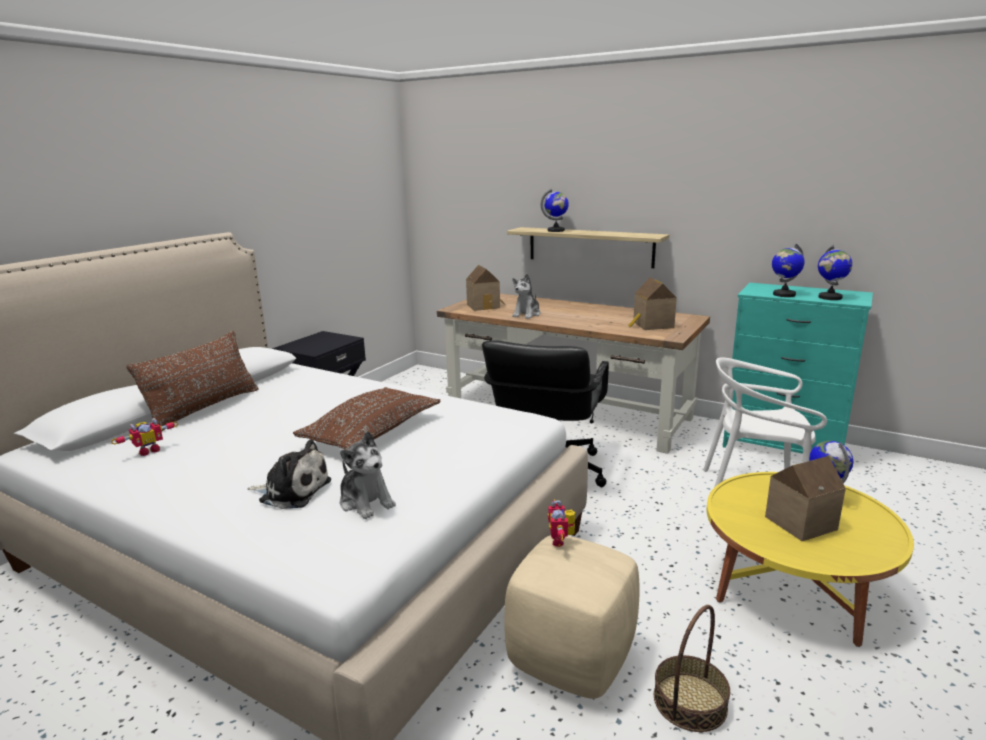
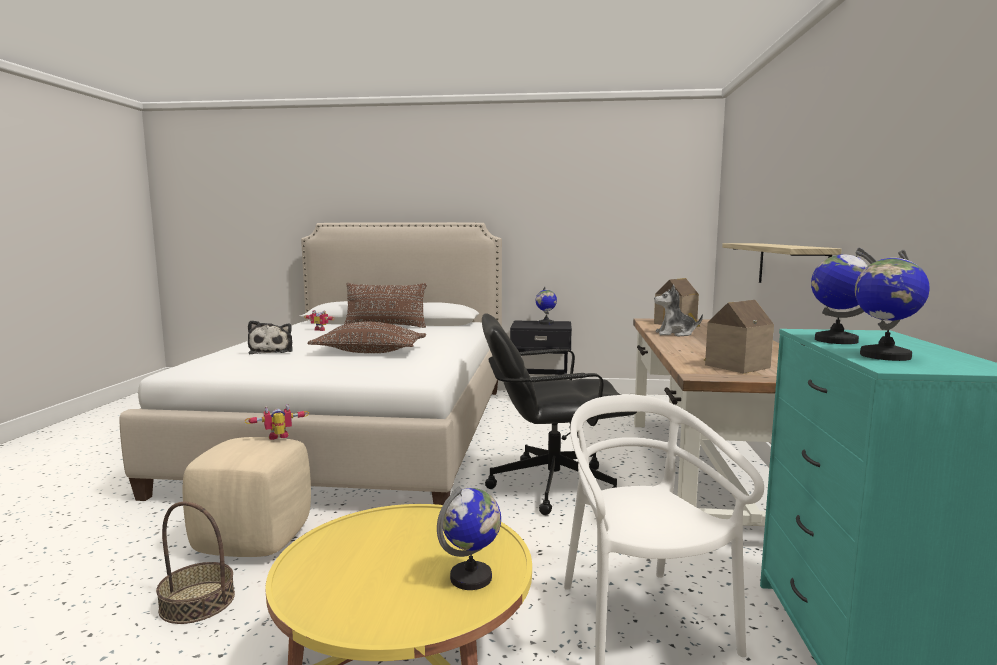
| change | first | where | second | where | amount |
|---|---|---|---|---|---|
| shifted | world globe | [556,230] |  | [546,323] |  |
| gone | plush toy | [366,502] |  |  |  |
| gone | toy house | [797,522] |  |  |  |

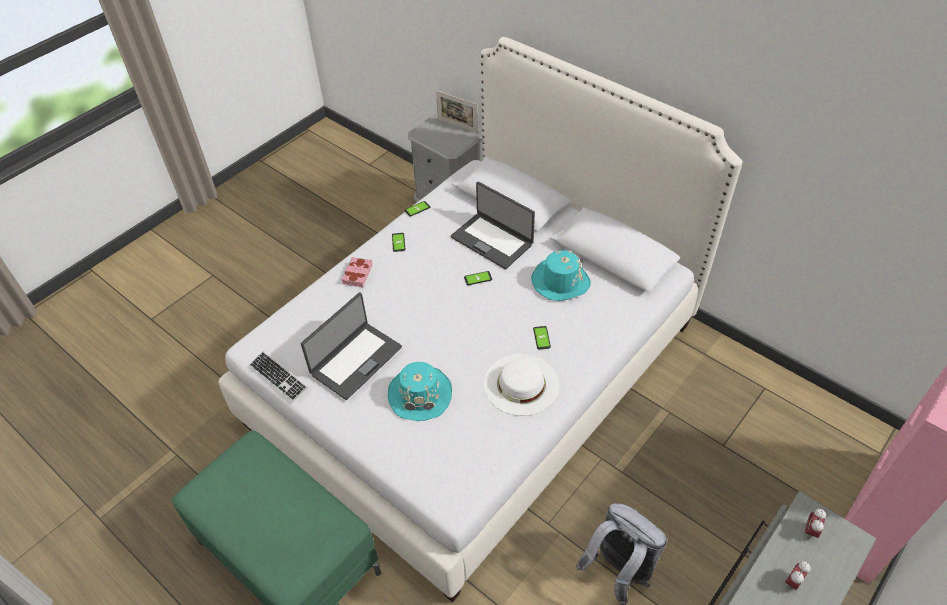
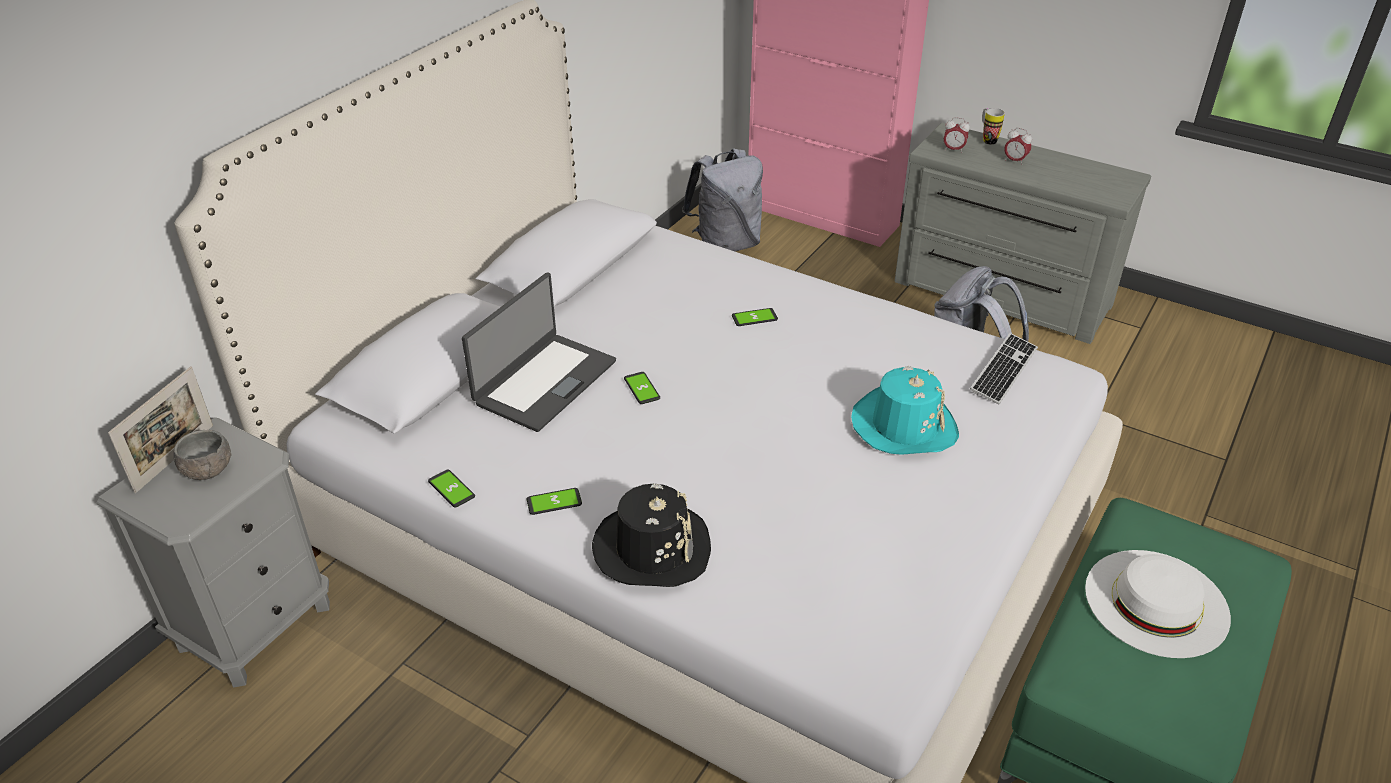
| change | first | where | second | where | amount |
|---|---|---|---|---|---|
| gone | blue-green clothing hat | [560,281] |  |  |  |
| swapped | pink bound book | [357,274] | black-coloured clothing hat | [652,548] |  |
| gone | portable computer | [355,360] |  |  |  |
| shifted | keyboard | [278,377] |  | [1004,370] |  |
| shifted | white-coloured clothing hat | [521,384] |  | [1156,602] |  |
| new |  |  | mug | [987,139] |  |
| new |  |  | greyish backpack | [725,245] |  |
| new |  |  | greyish bowl | [208,469] |  |

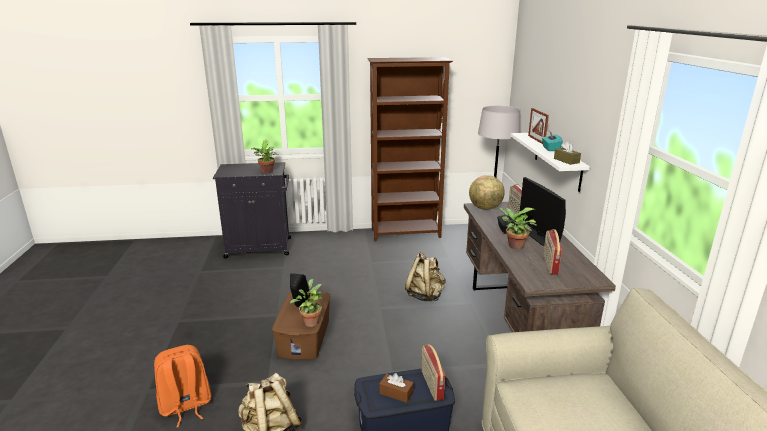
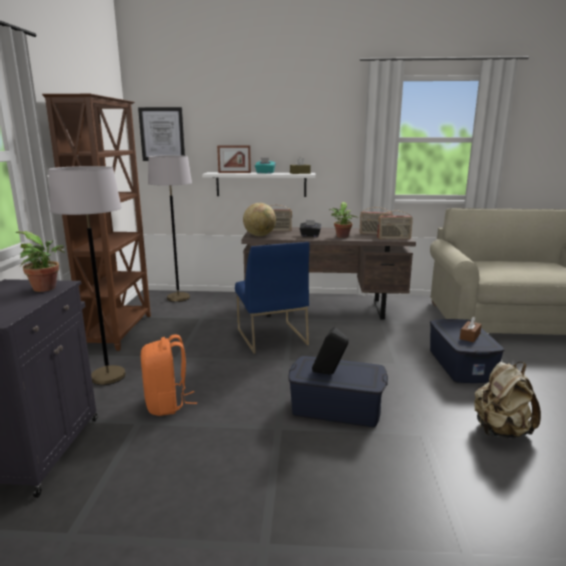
| change | first | where | second | where | amount |
|---|---|---|---|---|---|
| gone | computer screen | [539,236] |  |  |  |
| swapped | beige backpack | [425,295] | bluish plain chair | [271,336] |  |
| gone | plant in a pot | [310,321] |  |  |  |
| repainted | brownish storage box | [305,337] | bluish storage box | [336,407] |  |
| shifted | radio | [431,385] |  | [394,238] |  |
| shifted | orangey backpack | [185,406] |  | [167,404] |  |
| new |  |  | wall art | [162,134] |  |
| new |  |  | greyish standard lamp | [108,376] |  |

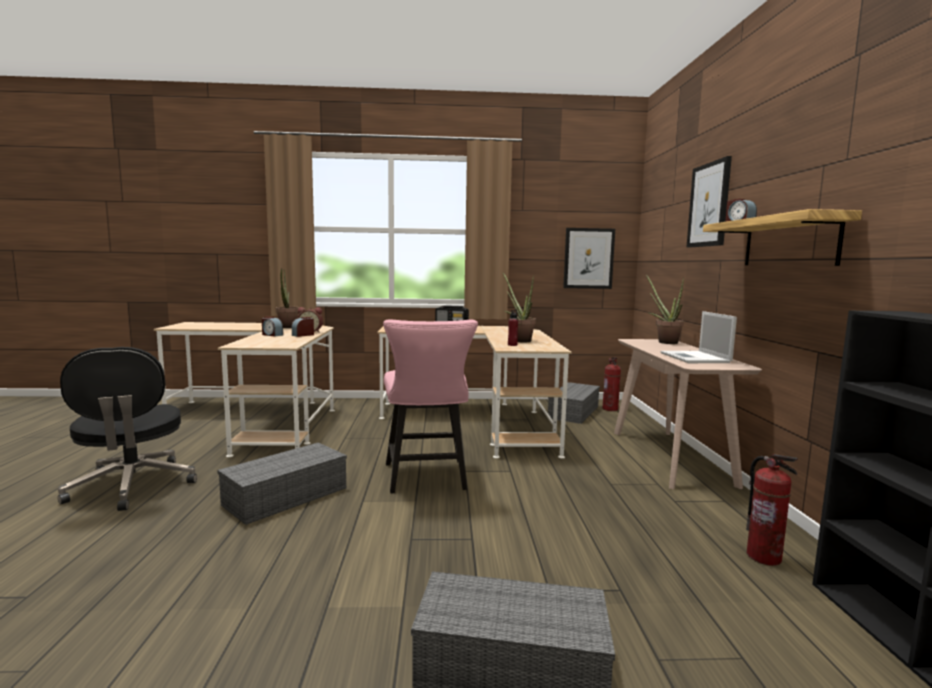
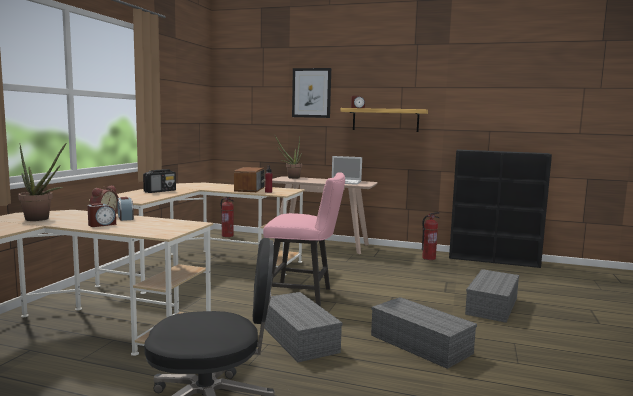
| change | first | where | second | where | amount |
|---|---|---|---|---|---|
| gone | wall art | [588,258] |  |  |  |
| swapped | plant in a pot | [519,340] | radio | [250,189] |  |
| shifted | greyish storage box | [573,412] |  | [418,344] |  |

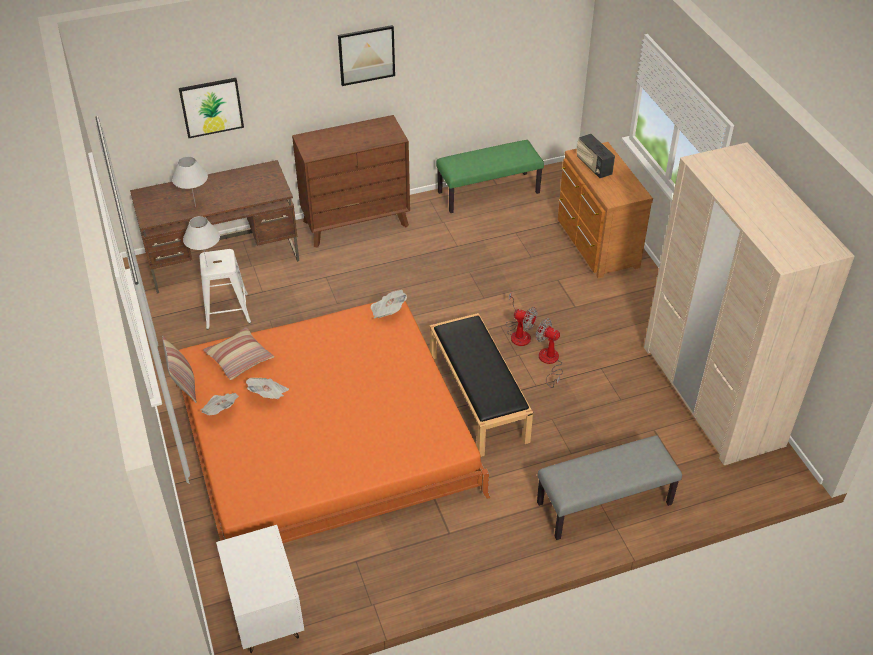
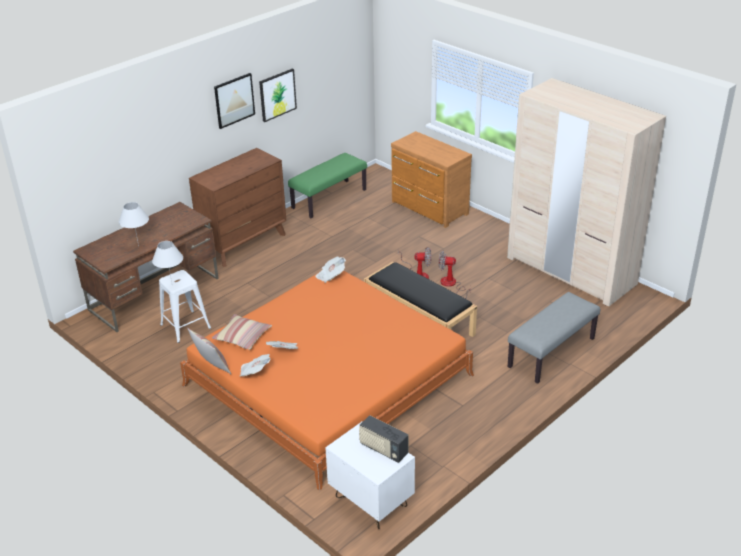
| change | first | where | second | where | amount |
|---|---|---|---|---|---|
| shifted | wall art | [211,107] |  | [277,94] |  |
| shifted | radio | [593,166] |  | [383,449] |  |

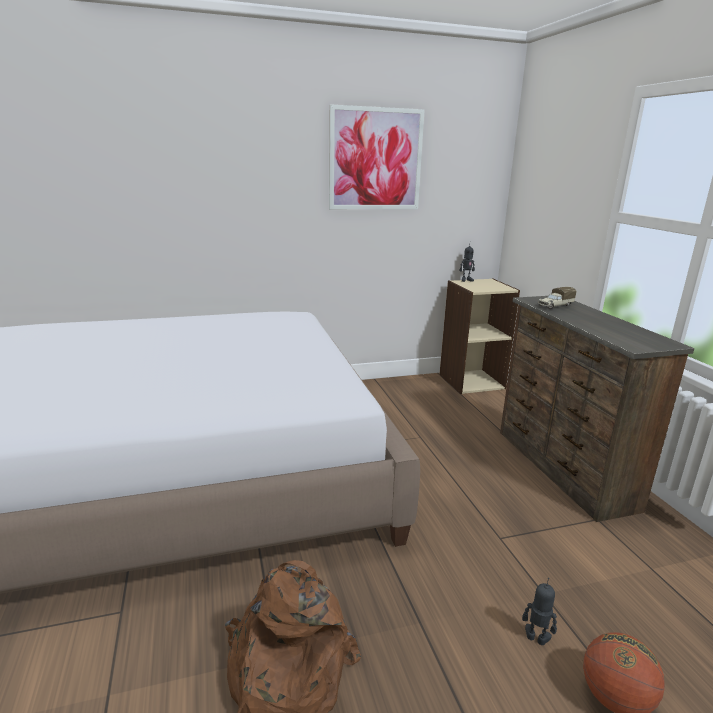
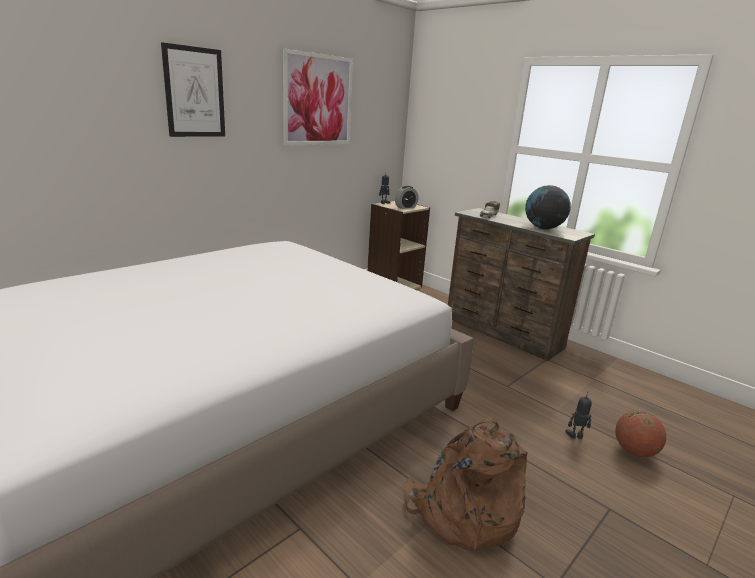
| change | first | where | second | where | amount |
|---|---|---|---|---|---|
| new |  |  | wall art | [194,92] |  |
| new |  |  | world globe | [543,228] |  |
| new |  |  | bedside clock | [405,207] |  |

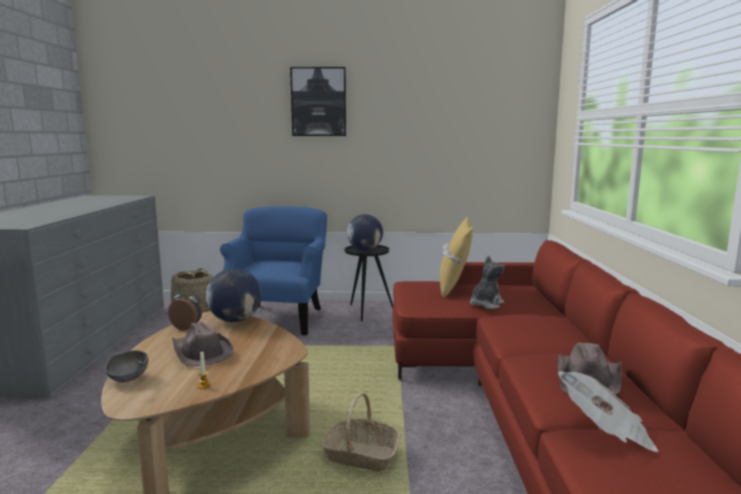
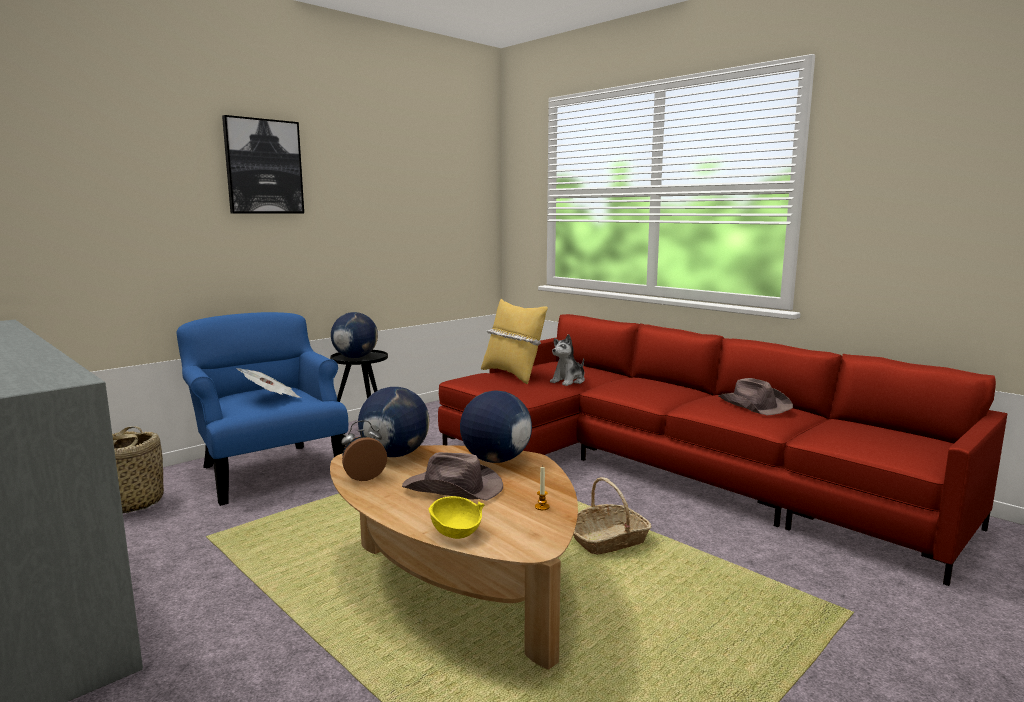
| change | first | where | second | where | amount |
|---|---|---|---|---|---|
| rotated | plush toy | [485,304] |  | [568,381] | 135 degrees counterclockwise |
| repainted | greyish bowl | [128,379] | yellow bowl | [456,534] |  |
| shifted | newspaper | [605,432] |  | [271,398] |  |
| new |  |  | world globe | [495,460] |  |

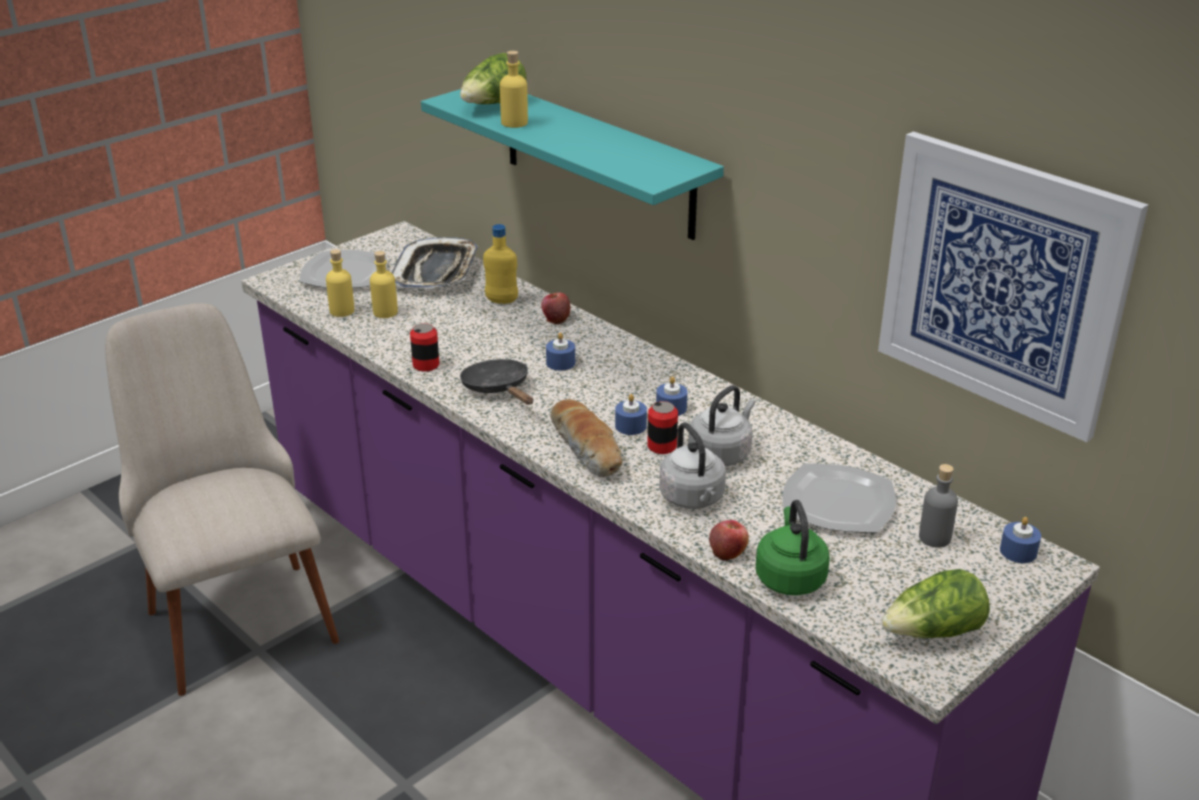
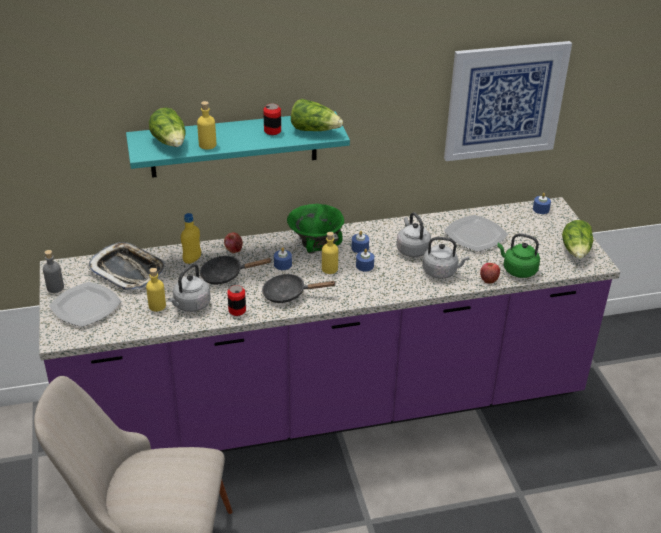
| change | first | where | second | where | amount |
|---|---|---|---|---|---|
| shifted | yellow beverage bottle | [342,311] |  | [329,269] |  |
| gone | baked bread | [588,449] |  |  |  |
| shifted | sealed can | [662,446] |  | [272,131] |  |
| shifted | greyish beverage bottle | [934,537] |  | [55,288] |  |
| new |  |  | head of lettuce | [314,130] |  |
| new |  |  | green-coloured bowl | [316,243] |  |
| new |  |  | black-coloured pan | [226,275] |  |
| new |  |  | greyish water kettle | [190,305] |  |

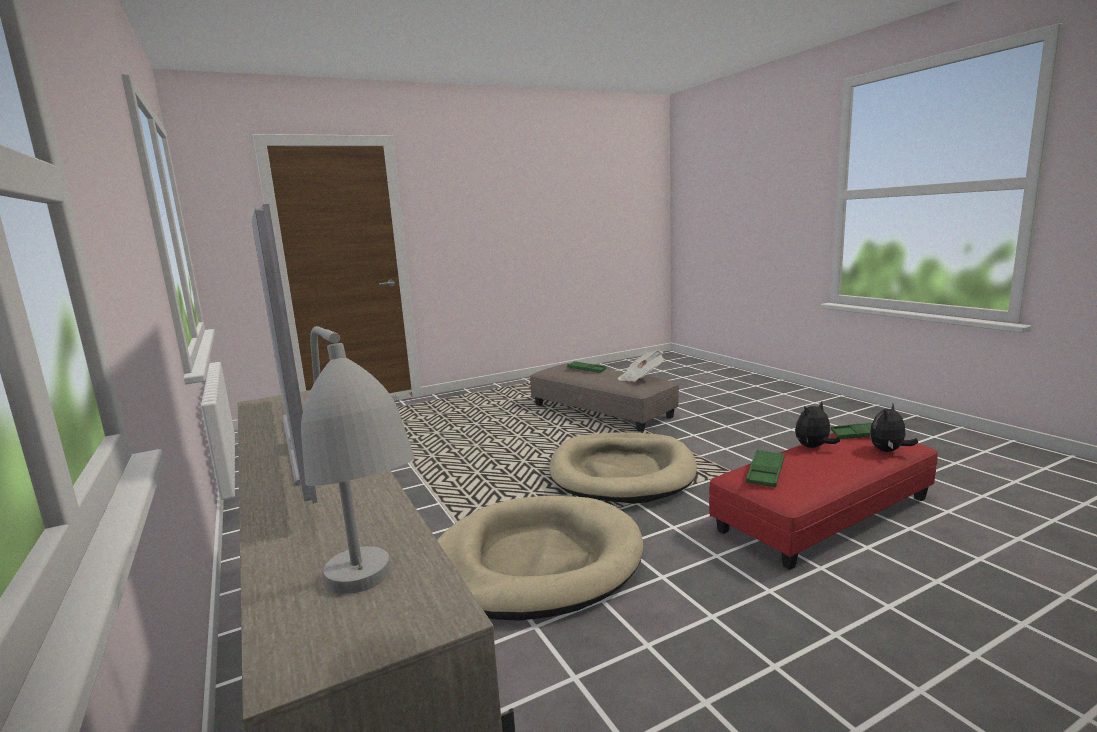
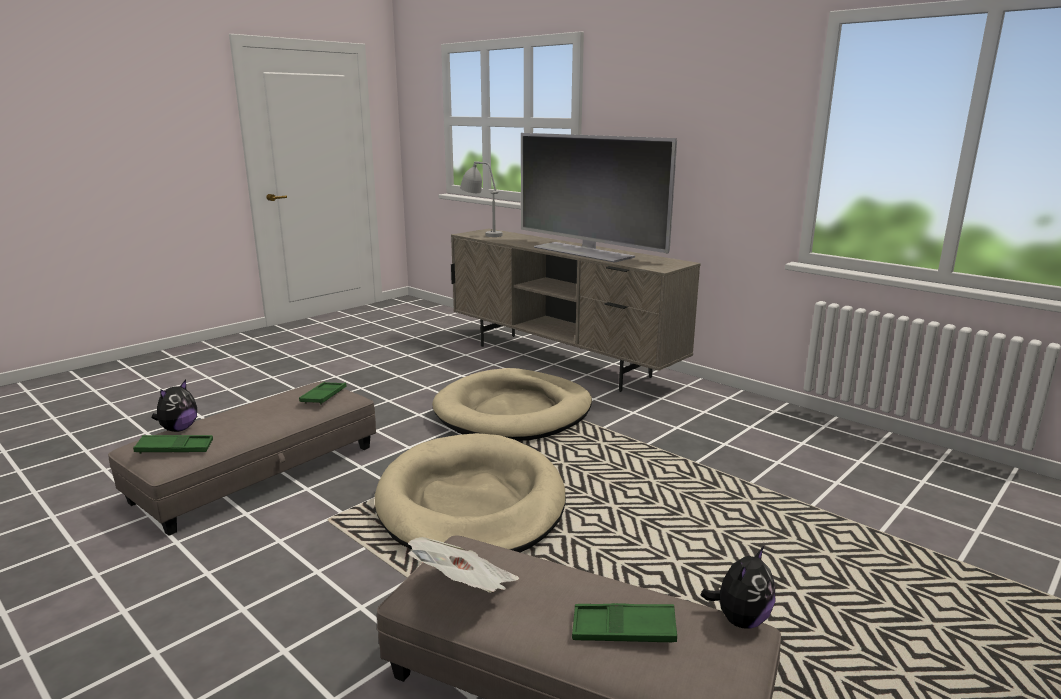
| change | first | where | second | where | amount |
|---|---|---|---|---|---|
| shifted | plush toy | [813,447] |  | [740,619] |  |
| repainted | red ottoman | [824,514] | greyish ottoman | [258,473] |  |

